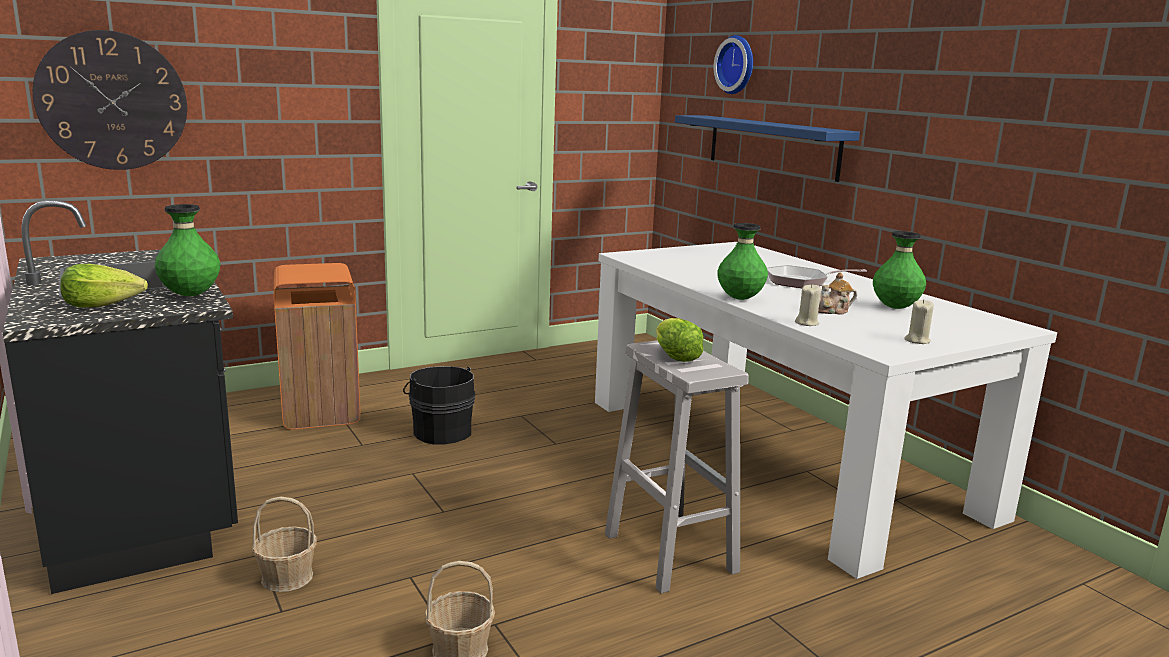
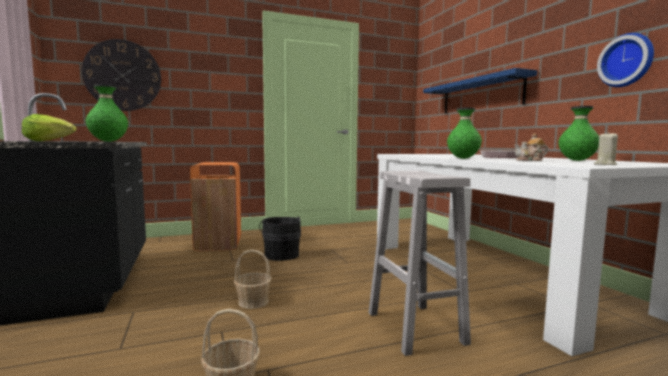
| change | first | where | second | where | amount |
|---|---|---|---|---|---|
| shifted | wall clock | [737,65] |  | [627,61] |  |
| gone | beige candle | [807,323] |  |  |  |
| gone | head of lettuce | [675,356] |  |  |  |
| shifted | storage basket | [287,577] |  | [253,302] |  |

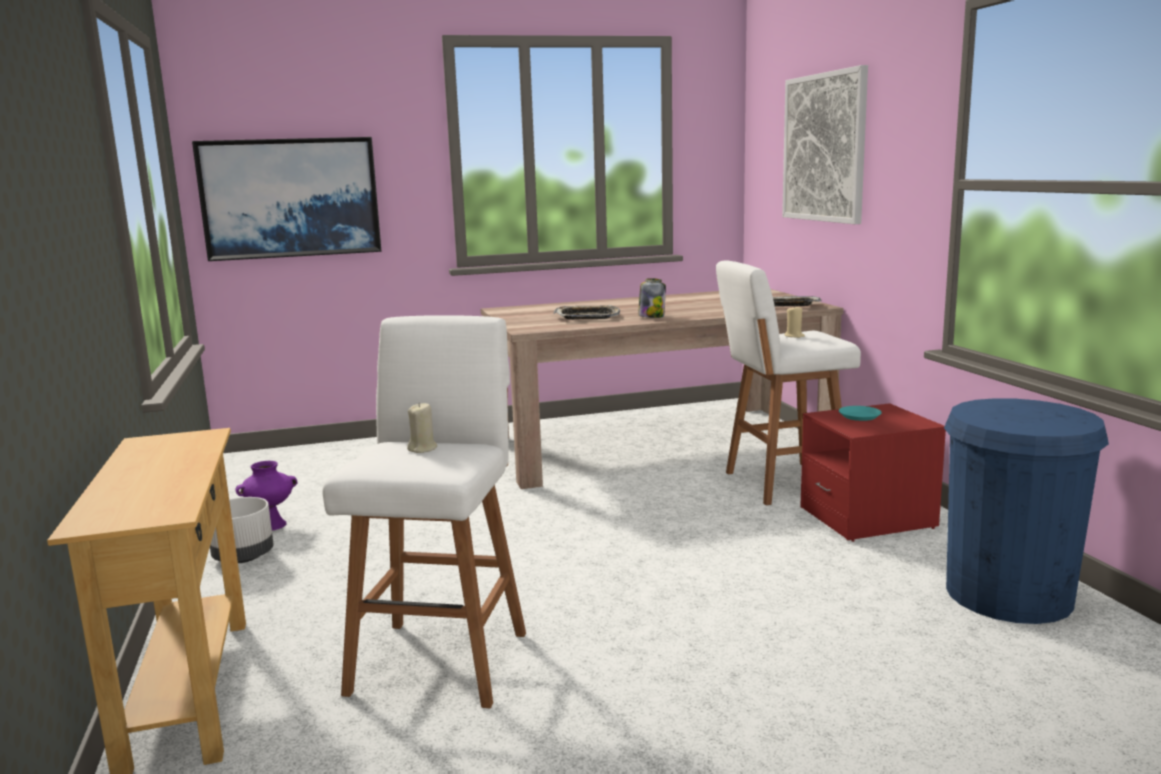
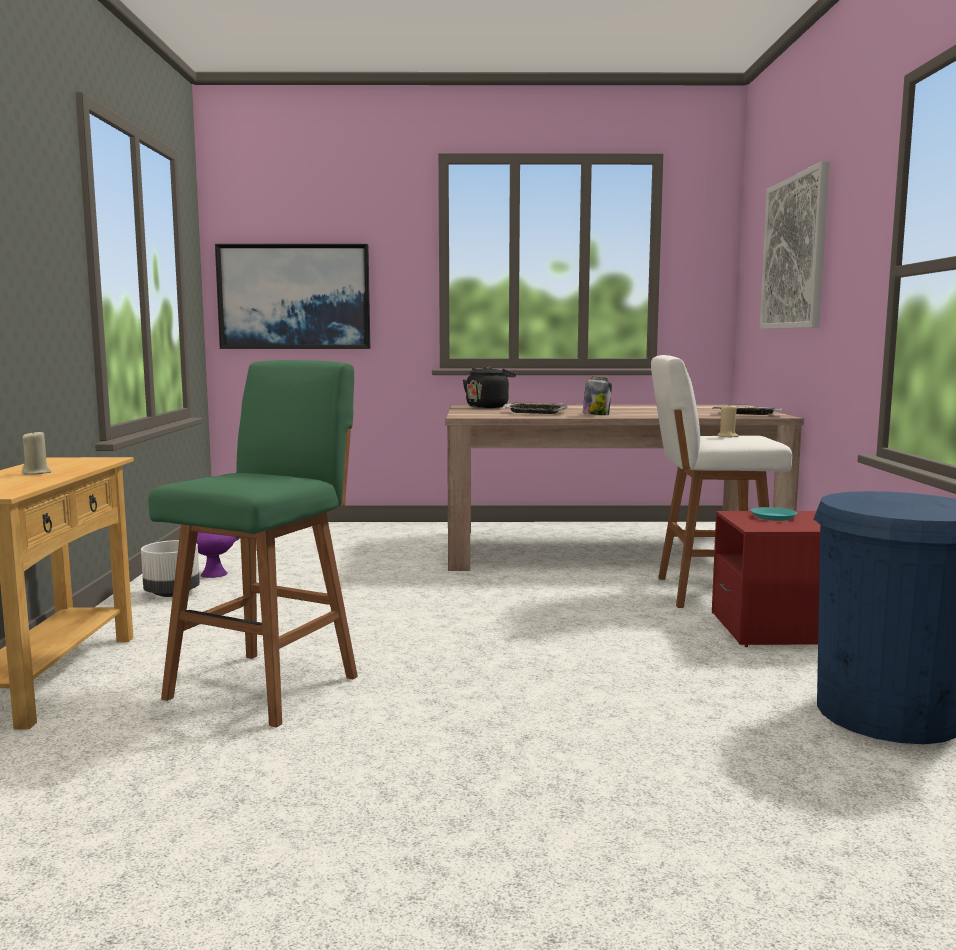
| change | first | where | second | where | amount |
|---|---|---|---|---|---|
| repainted | white-coloured sitting stool | [441,659] | green-coloured sitting stool | [267,685] |  |
| shifted | beige candle | [423,449] |  | [37,473] |  |
| new |  |  | black-coloured water kettle | [488,407] |  |

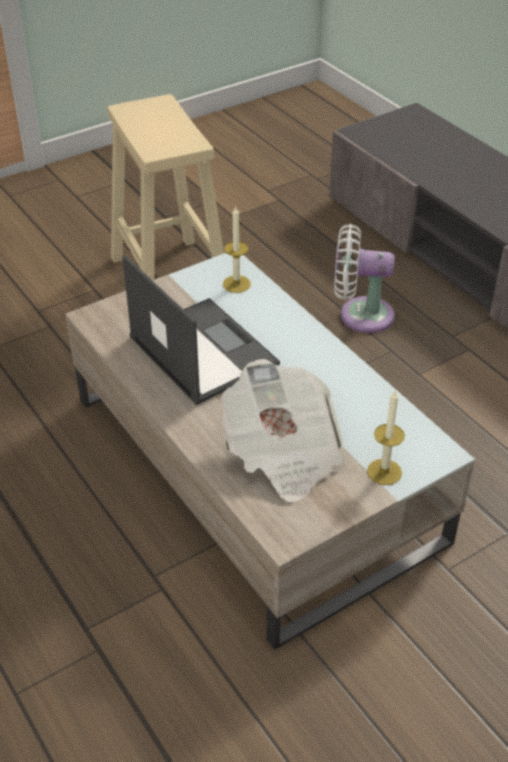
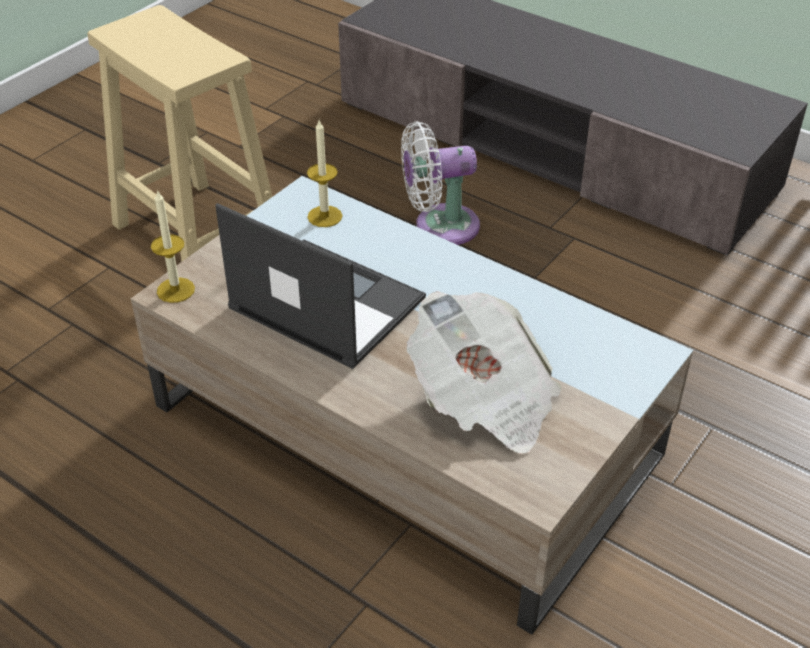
| change | first | where | second | where | amount |
|---|---|---|---|---|---|
| shifted | candle | [384,472] |  | [175,290] |  |

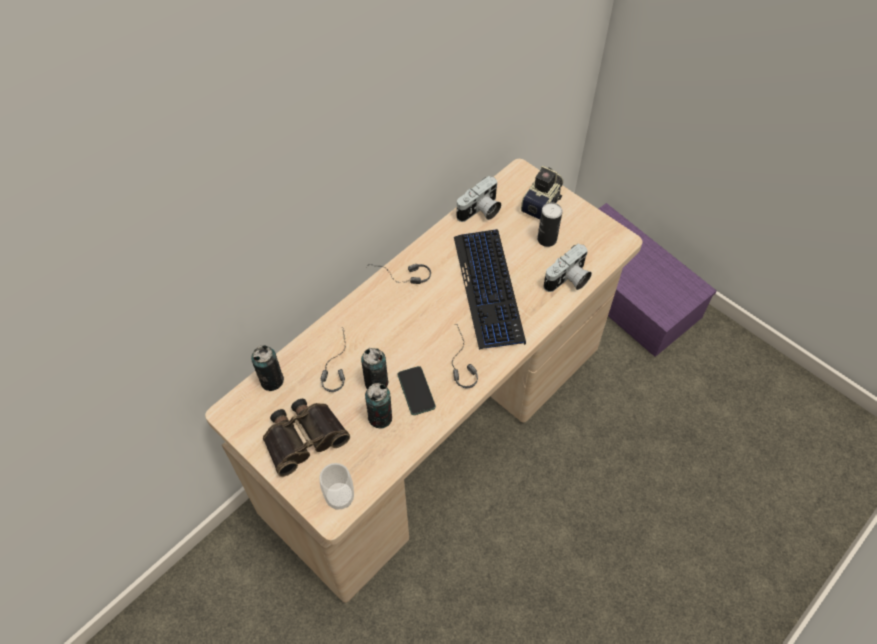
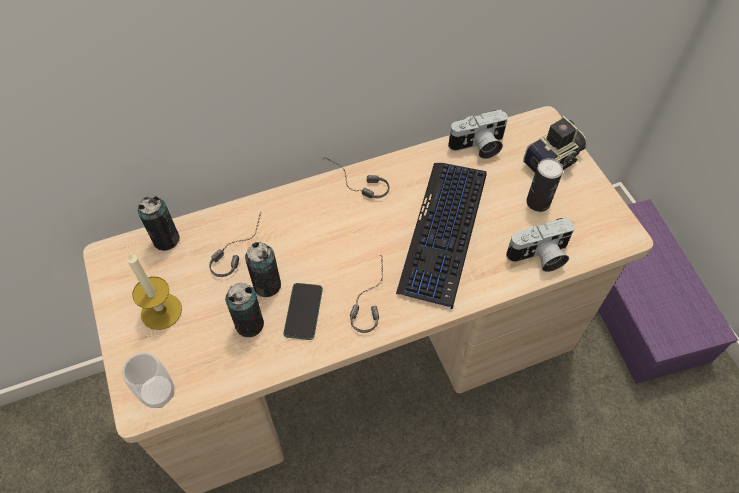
| change | first | where | second | where | amount |
|---|---|---|---|---|---|
| swapped | pair of binoculars | [303,437] | candle | [161,311] |  |

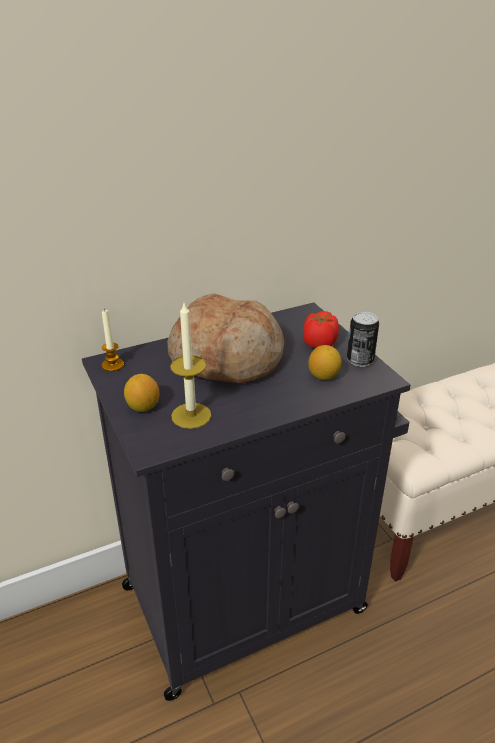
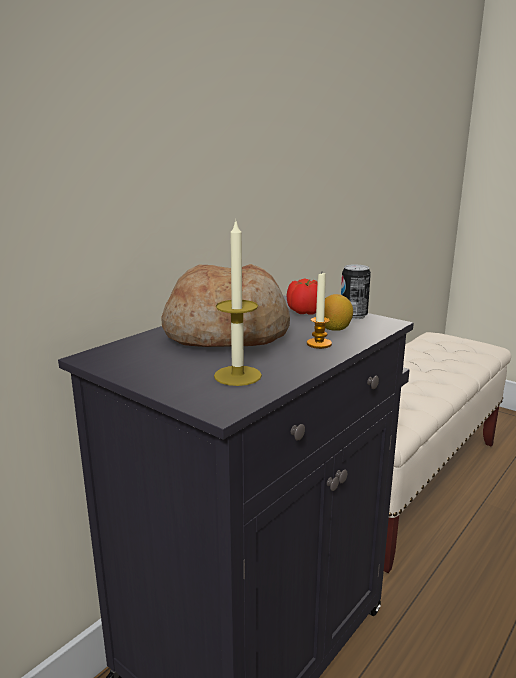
| change | first | where | second | where | amount |
|---|---|---|---|---|---|
| shifted | candle | [112,365] |  | [319,344] |  |
| gone | lemon | [143,407] |  |  |  |

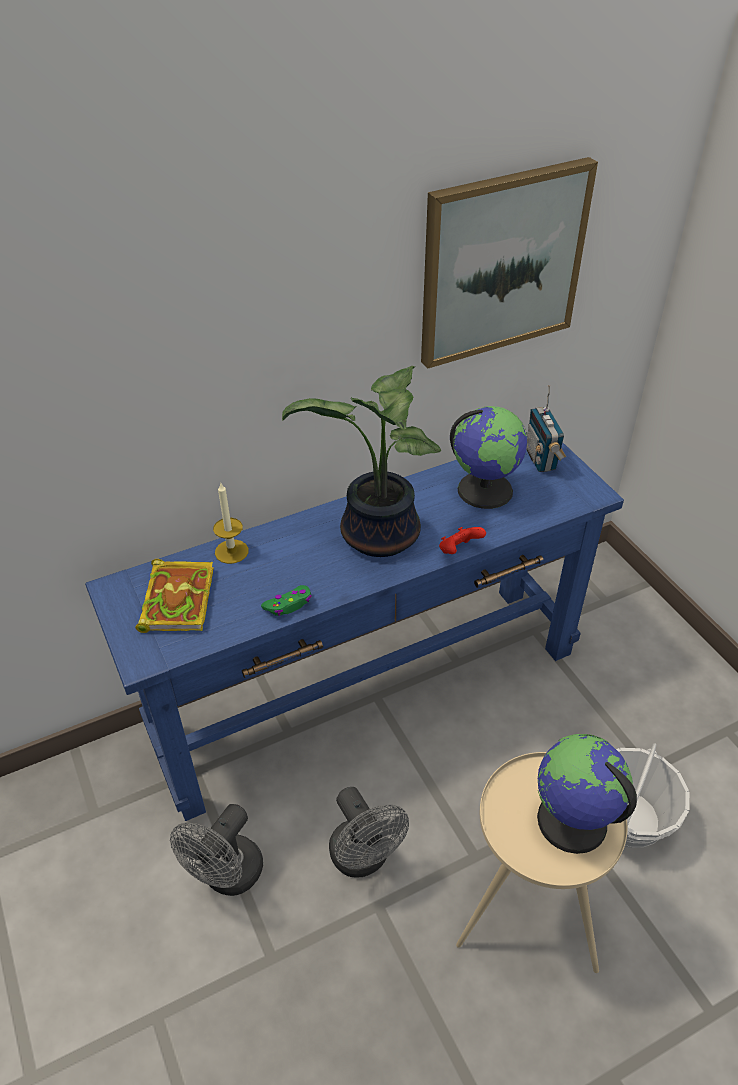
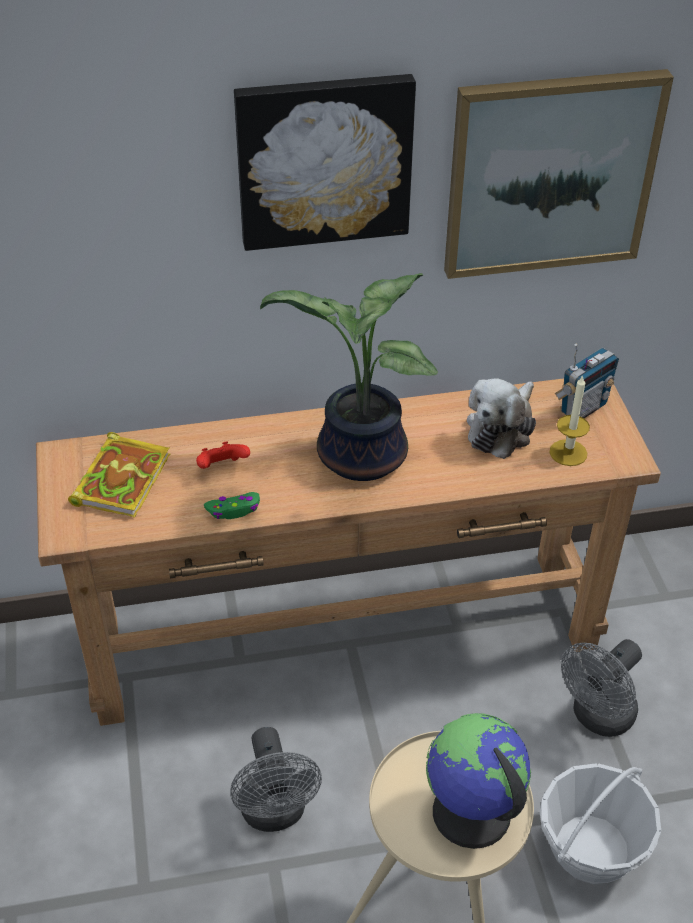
| change | first | where | second | where | amount |
|---|---|---|---|---|---|
| rotated | radio | [541,460] |  | [582,408] | 135 degrees counterclockwise |
| swapped | world globe | [485,489] | plush toy | [501,428] |  |
| repainted | bluish console table | [368,691] | brownish console table | [343,636] |  |
| shifted | candle | [231,551] |  | [568,452] |  |
| shifted | red game controller | [459,551] |  | [222,468] |  |
| shifted | greyish fan | [227,877] |  | [597,718] |  |
| new |  |  | wall art | [323,160] |  |

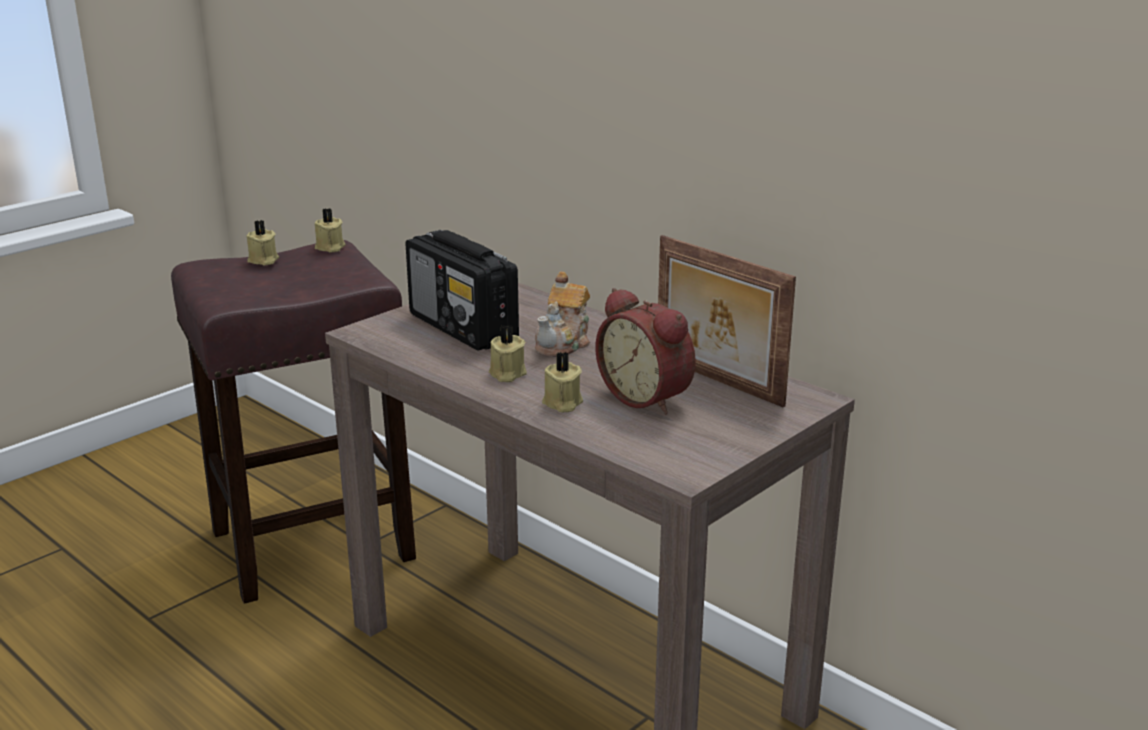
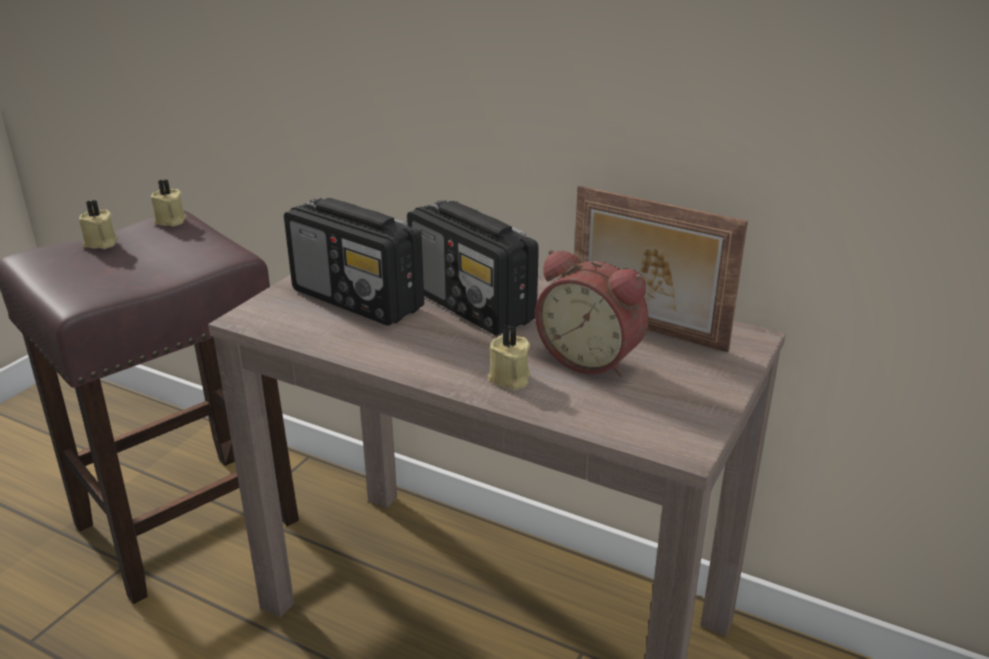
| change | first | where | second | where | amount |
|---|---|---|---|---|---|
| swapped | pot for tea | [564,344] | radio | [472,306] |  |
| gone | beige candle | [506,374] |  |  |  |

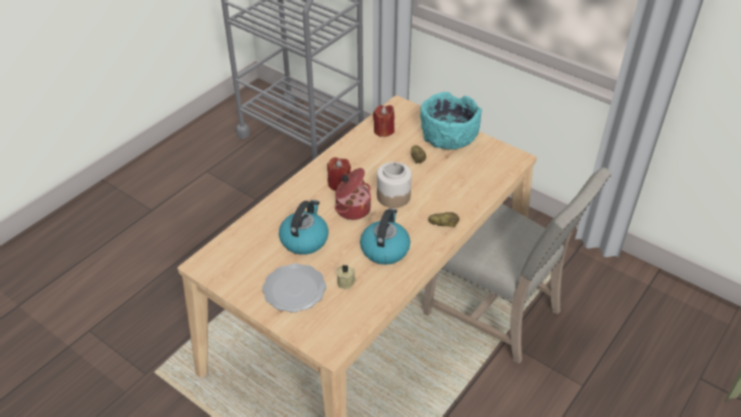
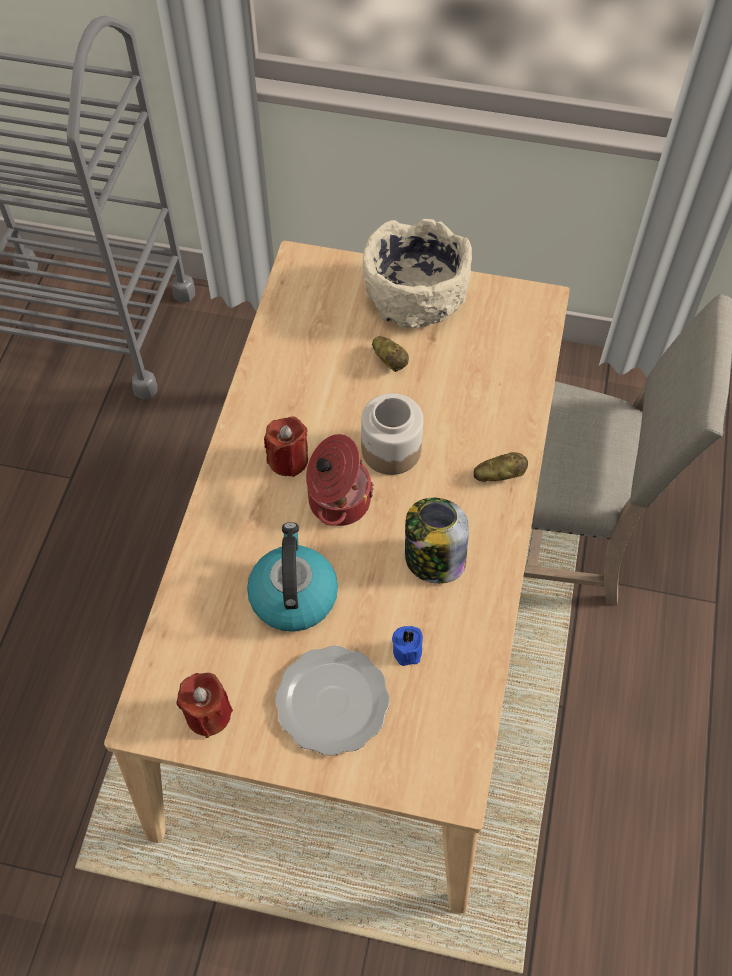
| change | first | where | second | where | amount |
|---|---|---|---|---|---|
| repainted | blue-green bowl | [448,137] | beige bowl | [414,298] |  |
| shifted | red candle | [384,131] |  | [208,714] |  |
| swapped | water kettle | [385,249] | storage jar | [433,559] |  |
| repainted | beige candle | [346,282] | bluish candle | [408,650] |  |

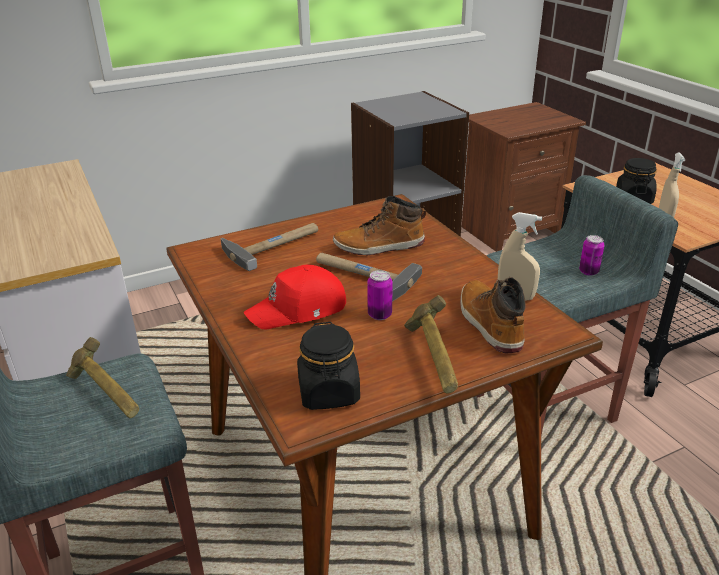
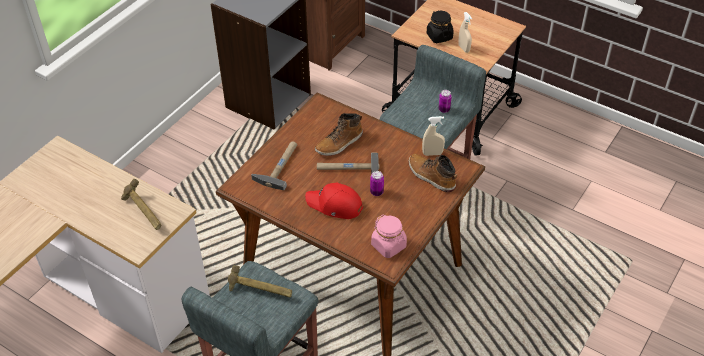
| change | first | where | second | where | amount |
|---|---|---|---|---|---|
| rotated | red peaked cap | [299,310] |  | [334,205] | 75 degrees clockwise |
| shifted | hand hammer | [434,361] |  | [144,213] |  |
| repainted | black-coloured storage jar | [329,393] | pink storage jar | [389,246] |  |

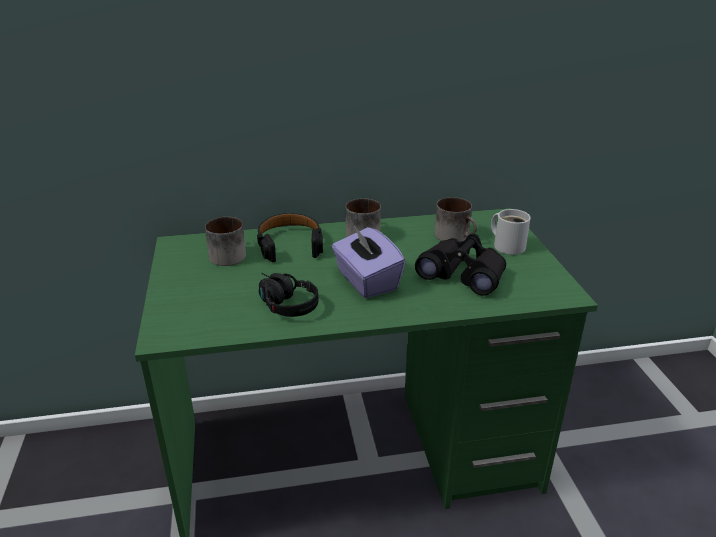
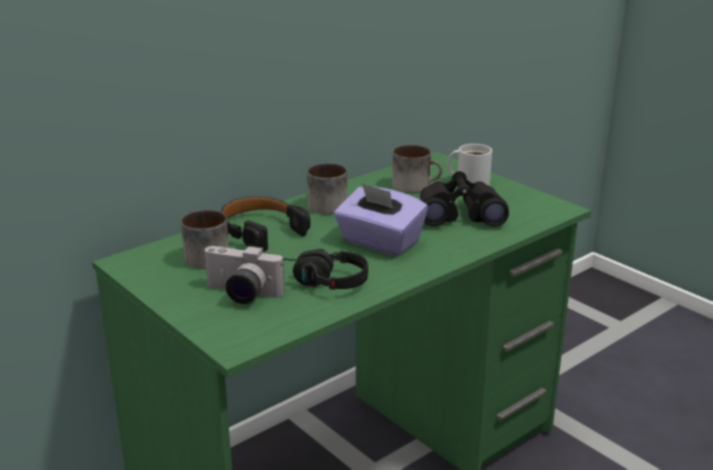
| change | first | where | second | where | amount |
|---|---|---|---|---|---|
| new |  |  | still camera | [240,295] |  |

